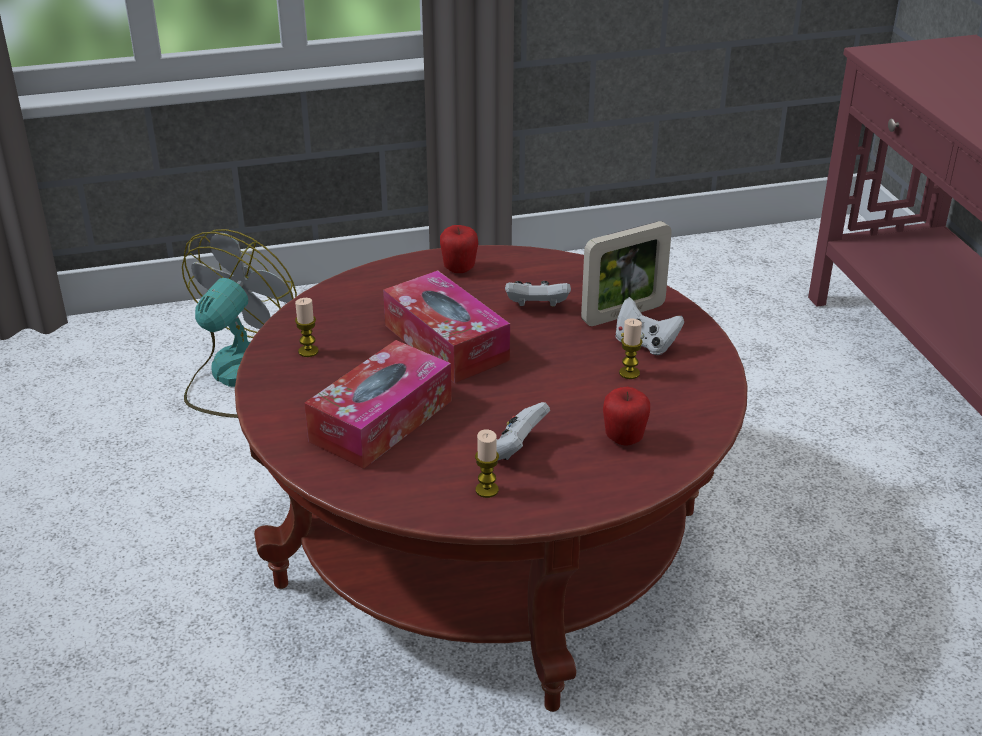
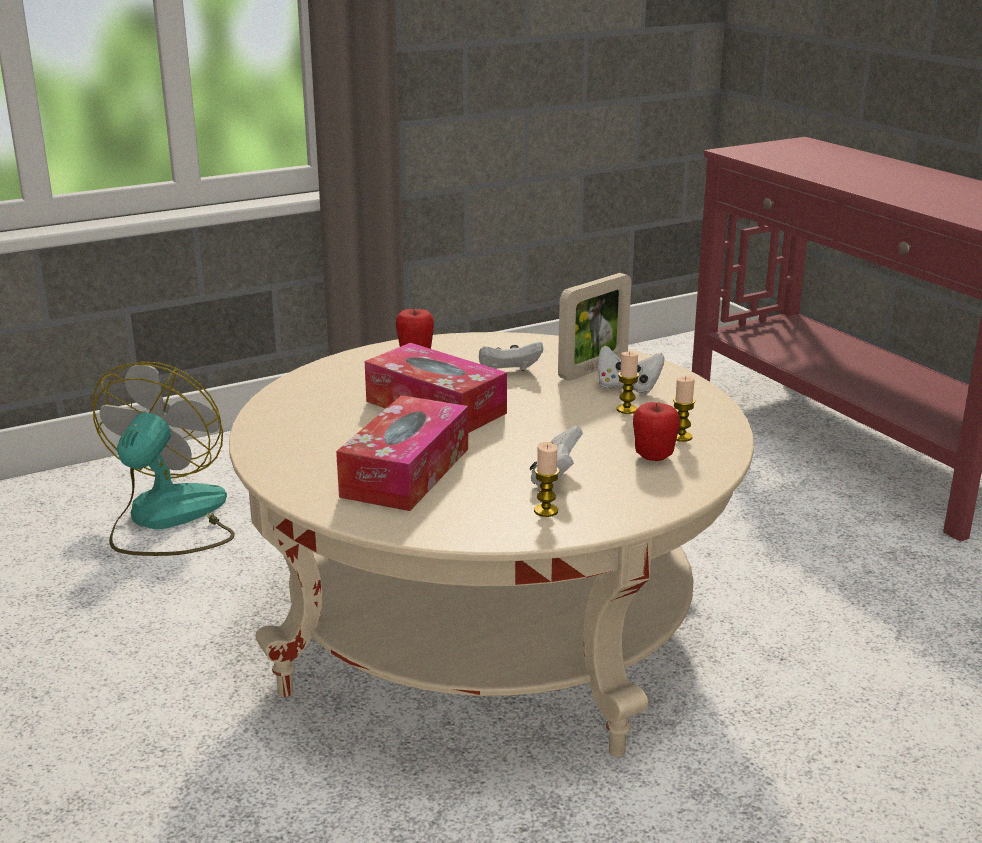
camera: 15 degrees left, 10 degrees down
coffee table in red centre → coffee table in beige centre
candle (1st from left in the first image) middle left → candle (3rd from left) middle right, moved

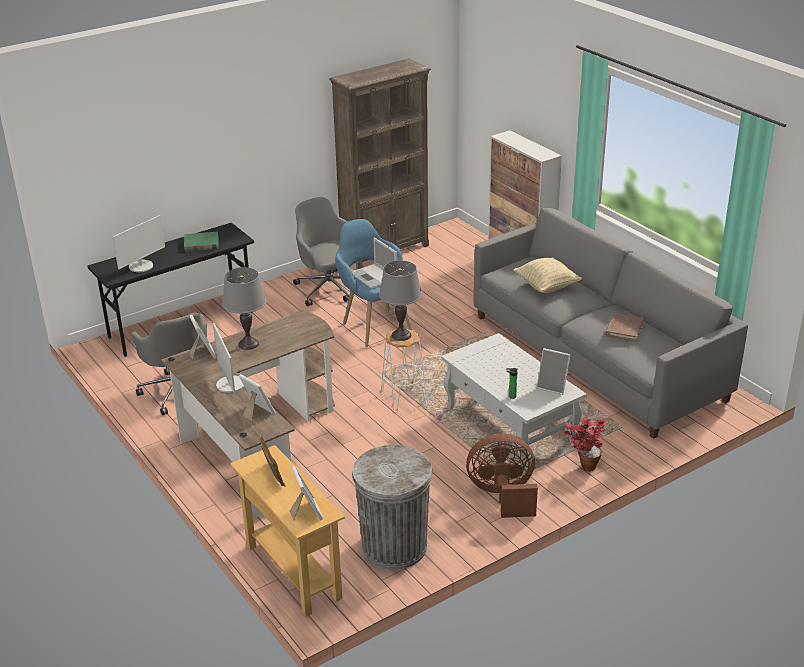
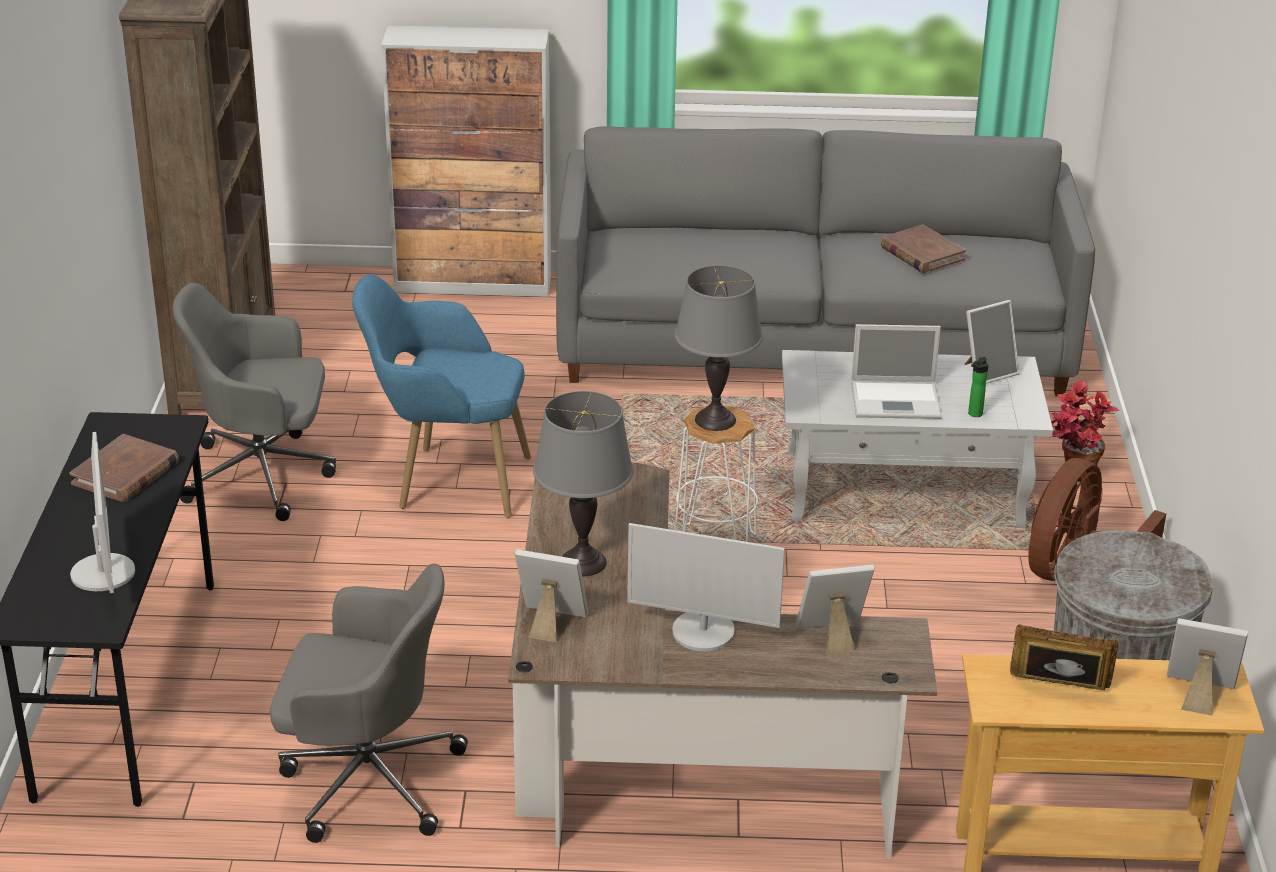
camera: 55 degrees left, 0 degrees up
book in green middle left → book in brown (1st from left) middle left
laptop centre → laptop middle right, moved
pillow in beige middle right → -

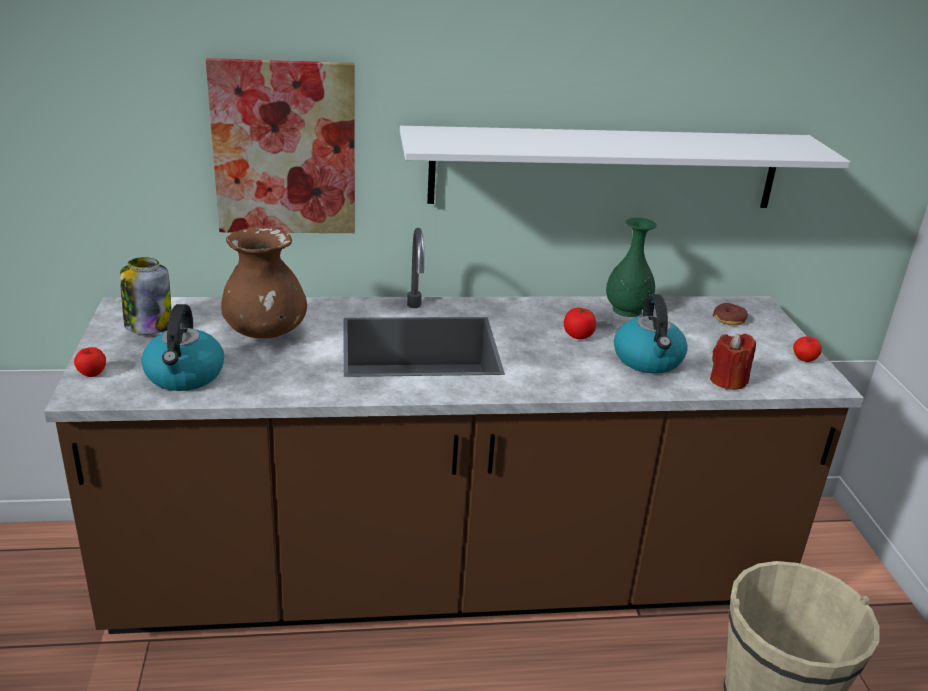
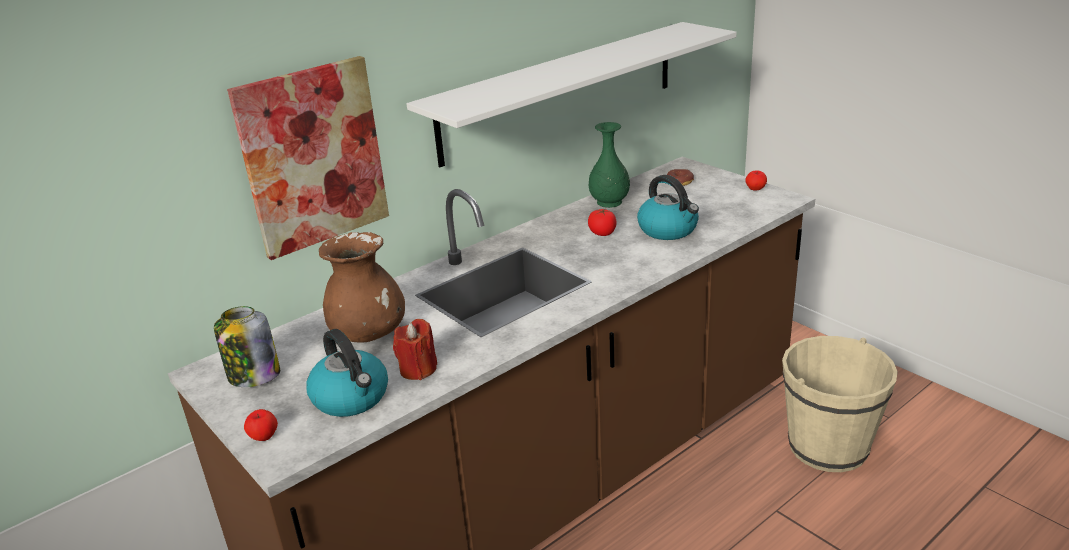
camera: 30 degrees left, 0 degrees up
candle in red middle right → candle in red centre, moved

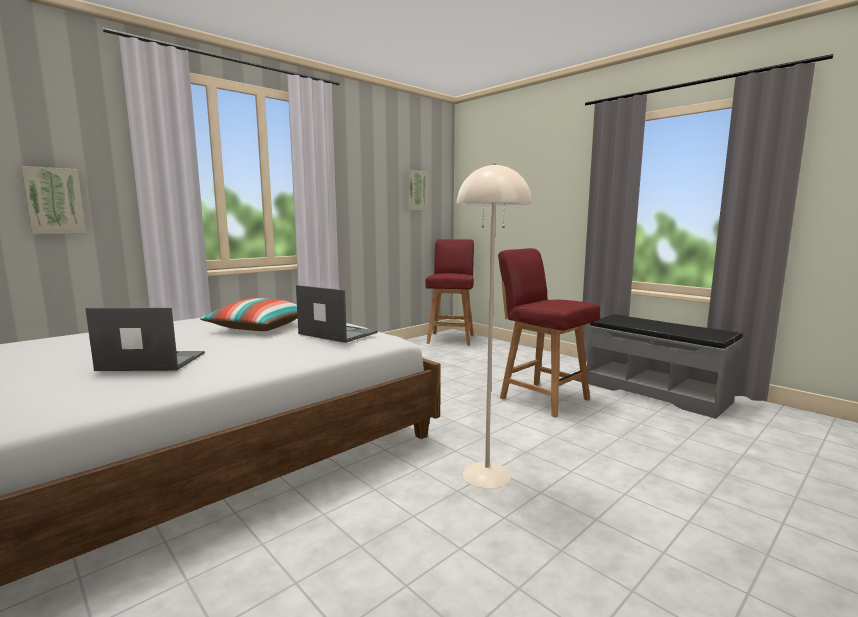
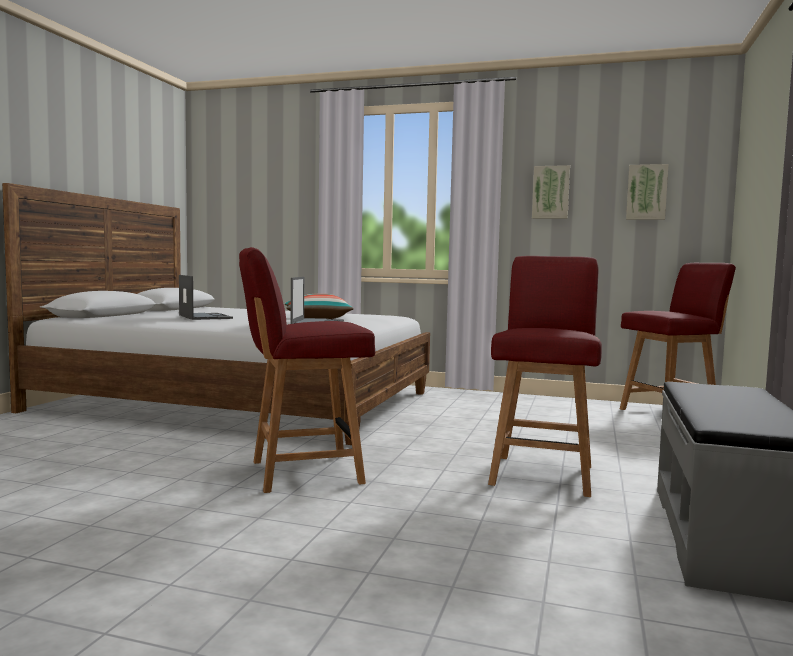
camera: 60 degrees right, 5 degrees down
picture (1st from left) top left → picture (1st from left) top right, moved
floor lamp in beige centre → chair in red (1st from left) centre

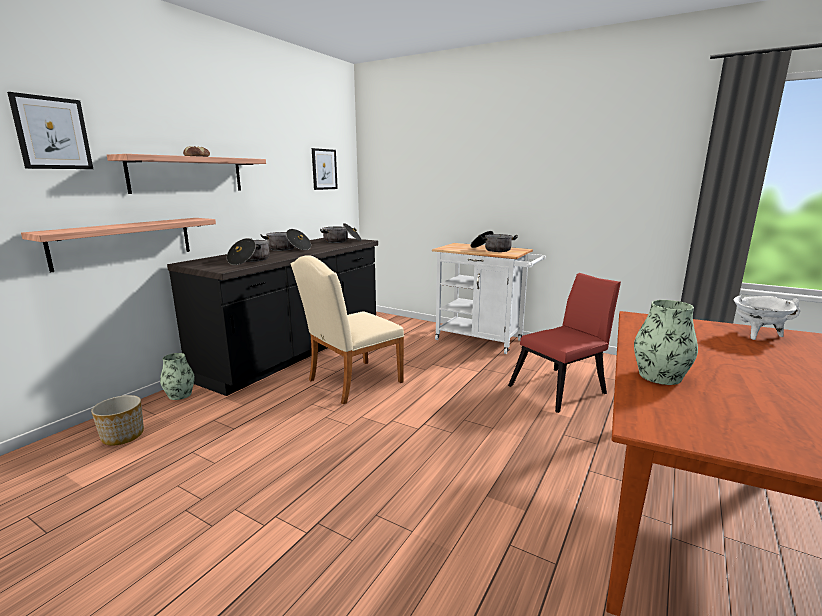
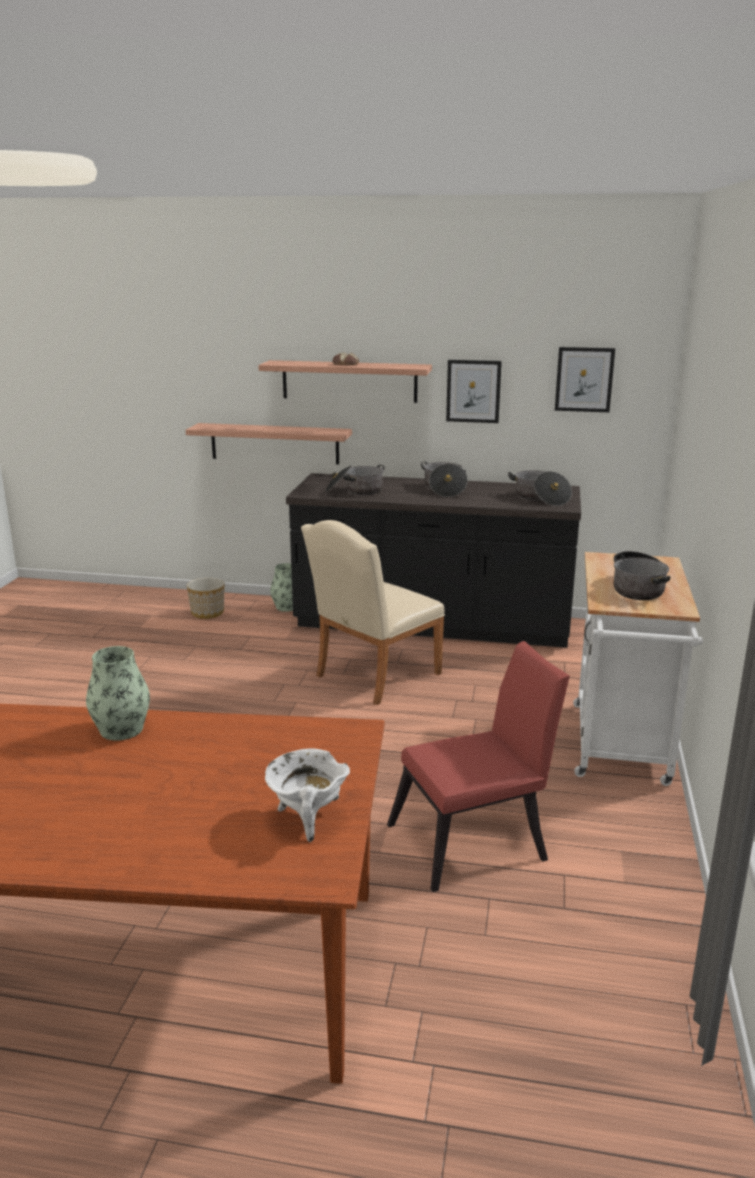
camera: 70 degrees right, 5 degrees up
picture (1st from left) top left → picture (1st from left) top centre, moved
chair in beige centre, 75 degrees counterclockwise
chair in red middle right → chair in red centre, 60 degrees counterclockwise

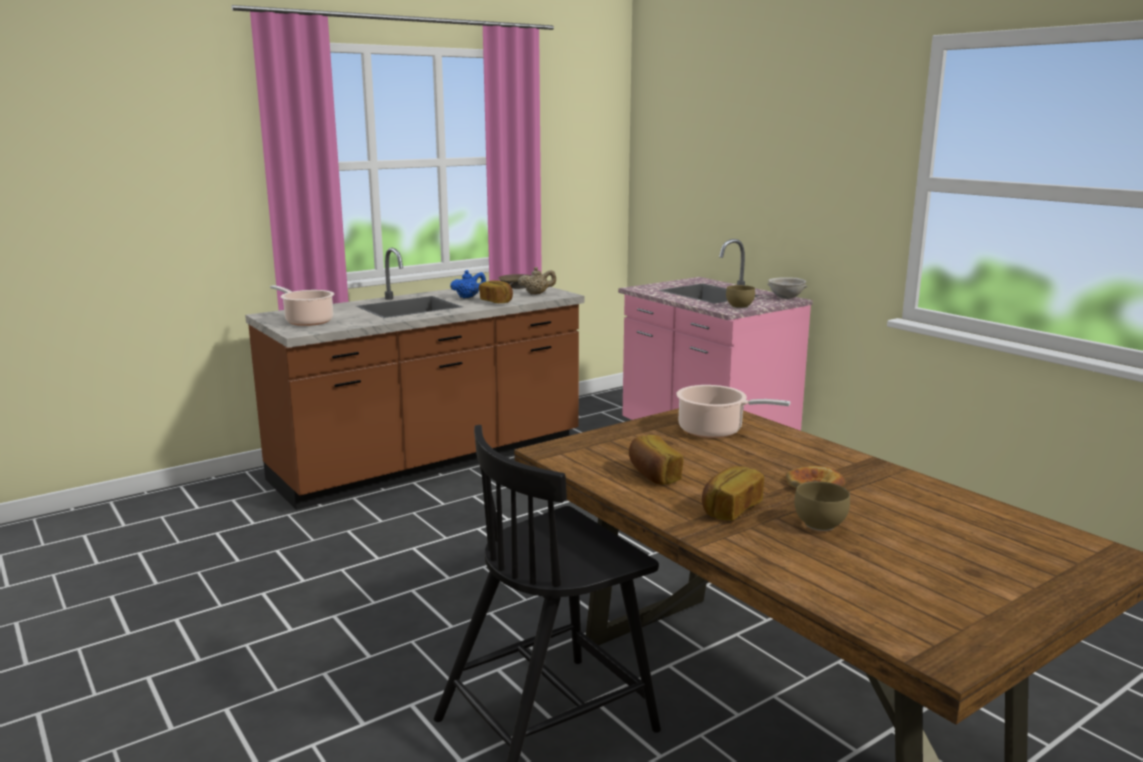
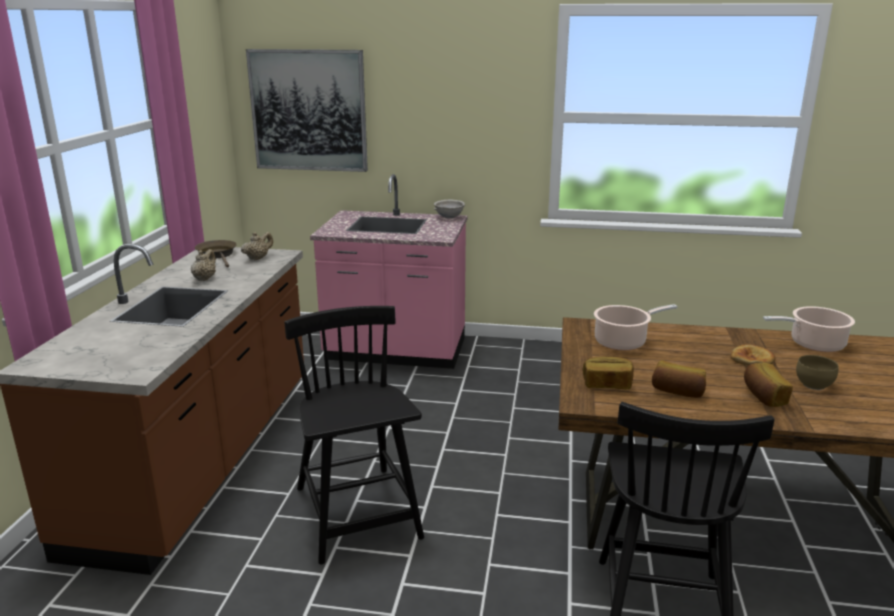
camera: 45 degrees left, 5 degrees up
cooking pot (1st from left in the first image) middle left → cooking pot (2nd from left) middle right, moved
teapot in blue centre → teapot in beige (1st from left) middle left
bread (1st from left) centre → bread (1st from left) middle right, moved
bowl in brown (1st from left) centre → -
- → picture top centre
- → chair in black (1st from left) bottom centre

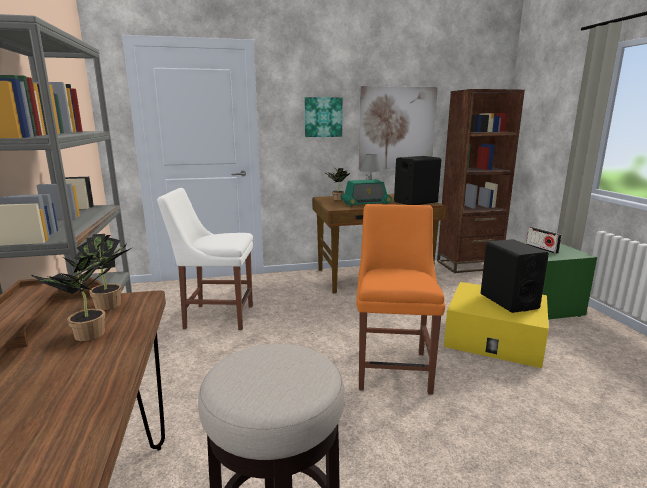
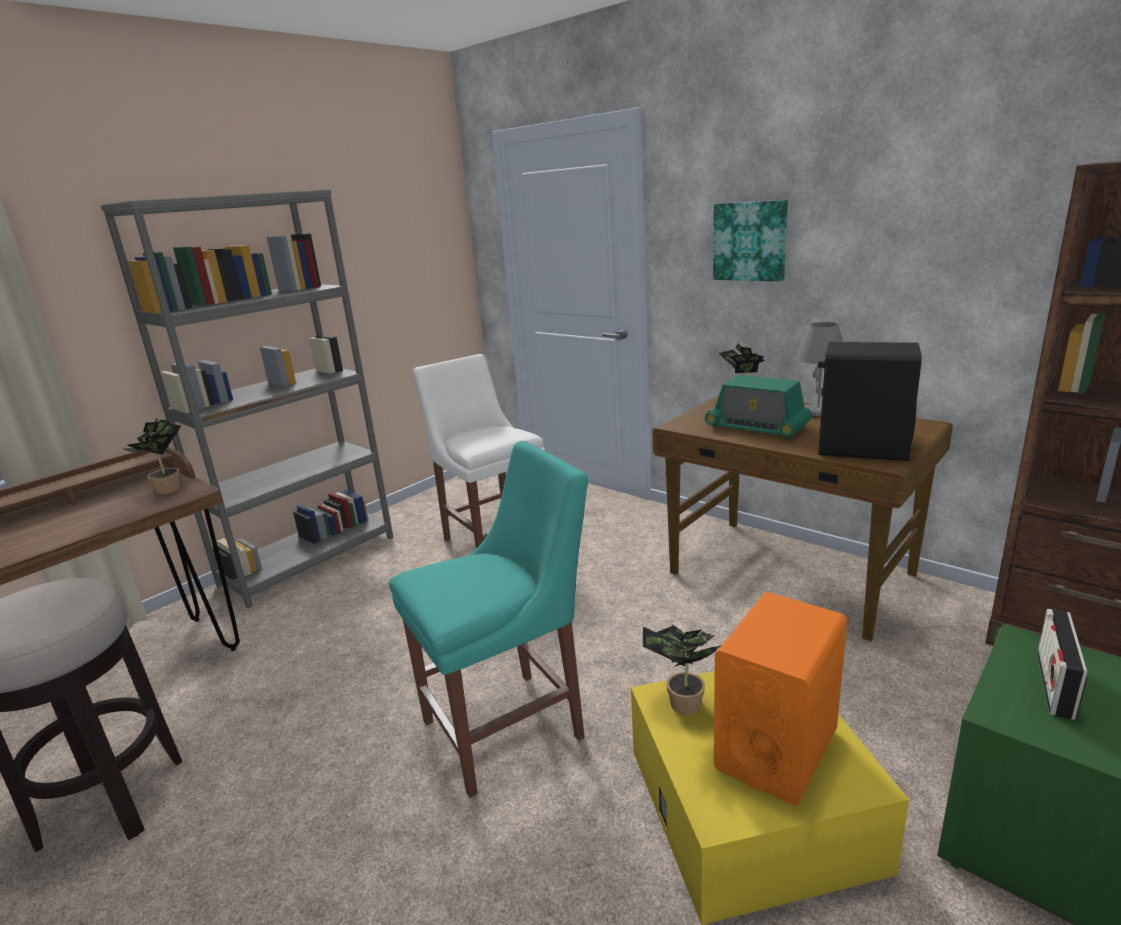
camera: 55 degrees right, 5 degrees up
potted plant (1st from left in the first image) middle left → potted plant (2nd from left) bottom centre, moved
chair in orange centre → chair in turquoise bottom centre
picture (2nd from left) top centre → -
speaker in black (2nd from left) middle right → speaker in orange bottom right

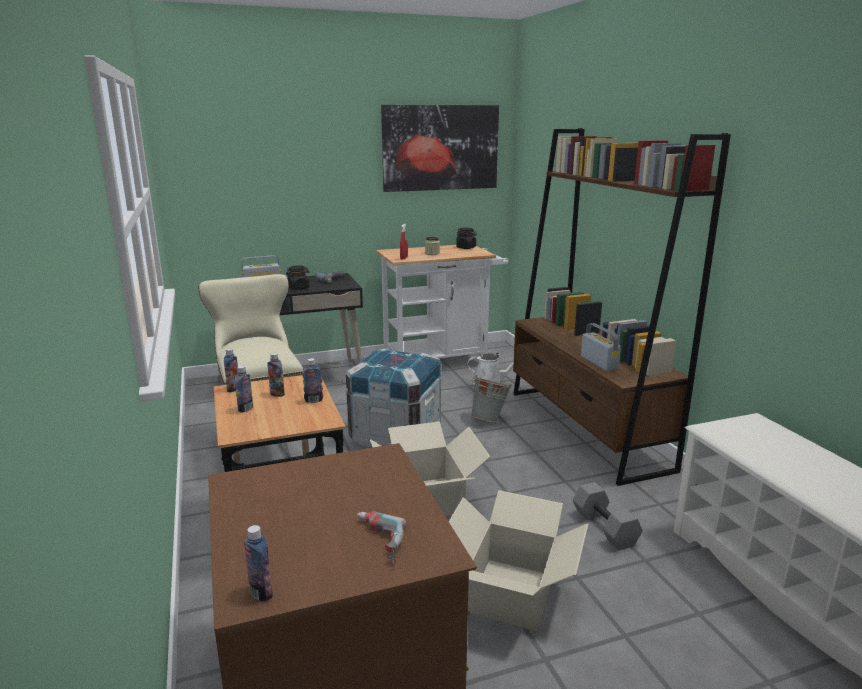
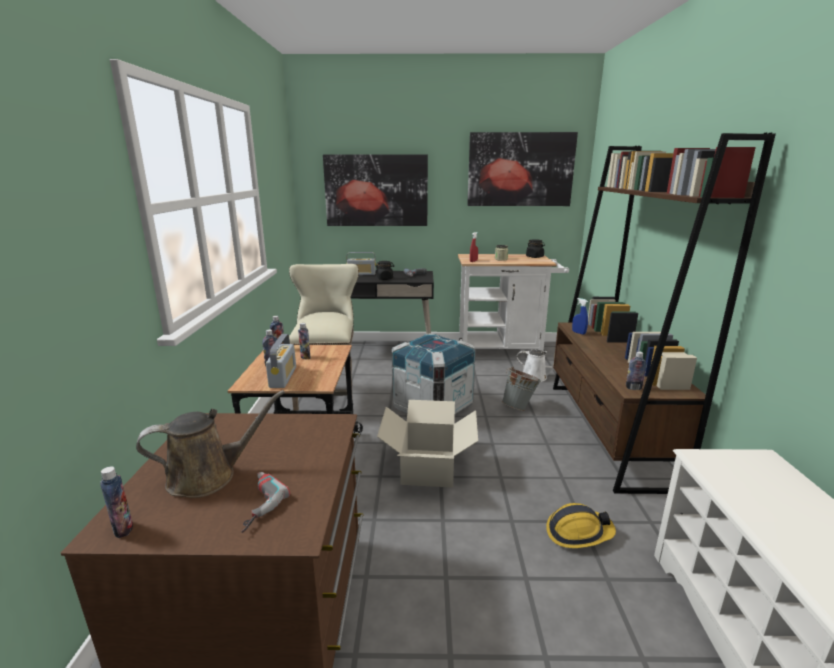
camera: 20 degrees right, 0 degrees up
bottle (5th from left) centre → bottle (5th from left) middle right, moved
cardboard box (2nd from left) bottom centre → -
dumbbell in grey bottom right → hard hat bottom right
radio (2nd from left in the first image) middle right → radio (1st from left) centre, moved
- → watering can in brown middle left
- → picture (1st from left) top centre
- → spray bottle in blue middle right

